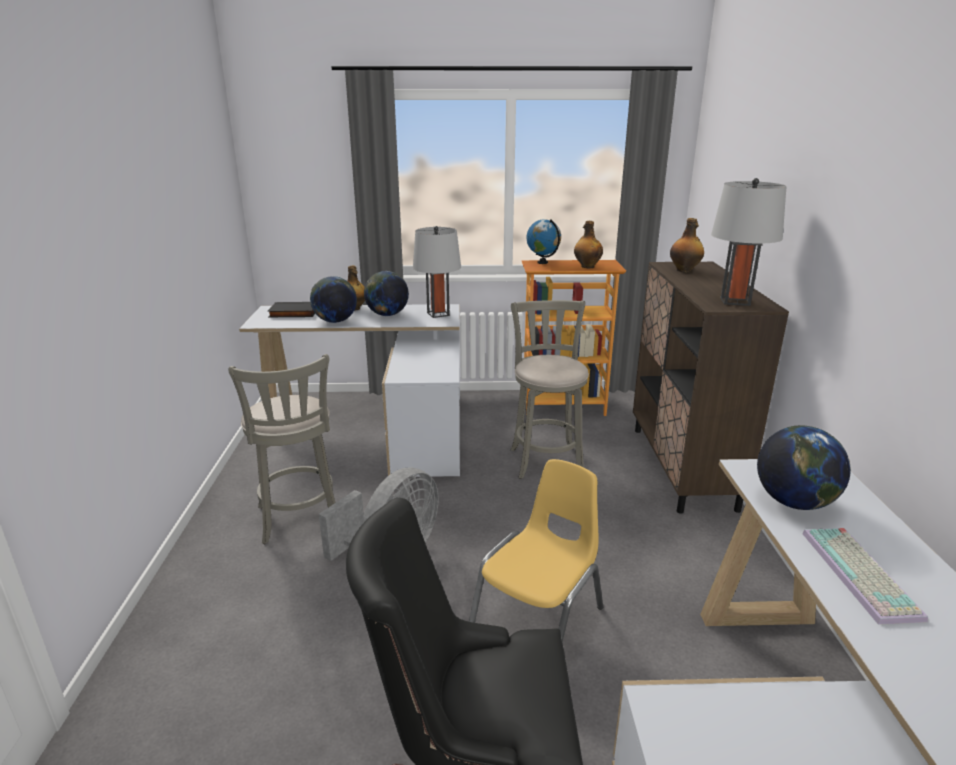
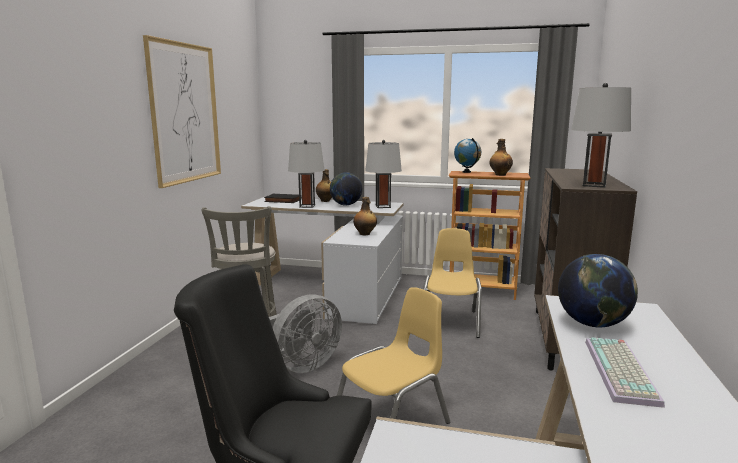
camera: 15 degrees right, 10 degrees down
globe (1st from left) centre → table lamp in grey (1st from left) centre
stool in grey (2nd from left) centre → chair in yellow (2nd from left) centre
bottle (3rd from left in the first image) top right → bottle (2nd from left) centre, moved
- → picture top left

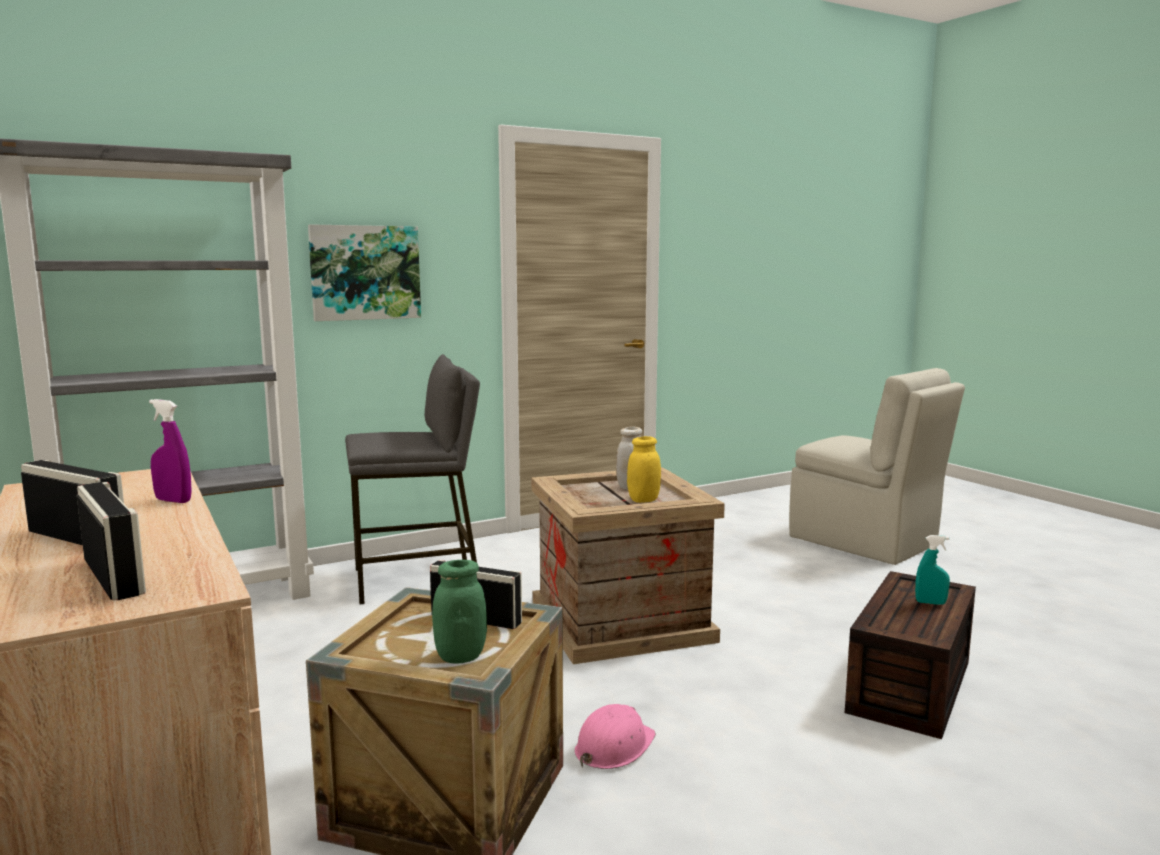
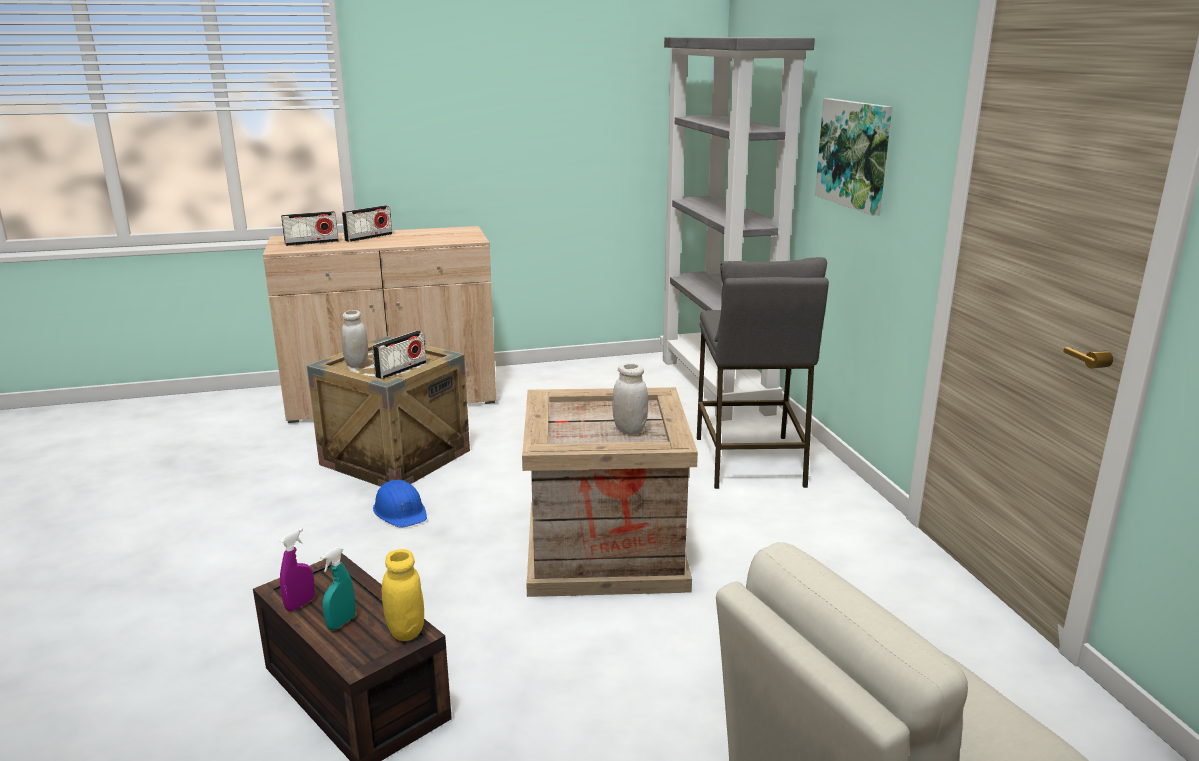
camera: 105 degrees right, 10 degrees up
spray bottle in purple middle left → spray bottle in purple bottom left, moved
jar in green bottom centre → jar in white (1st from left) middle left
hard hat in pink bottom centre → hard hat in blue centre
jar in yellow centre → jar in yellow bottom centre, moved

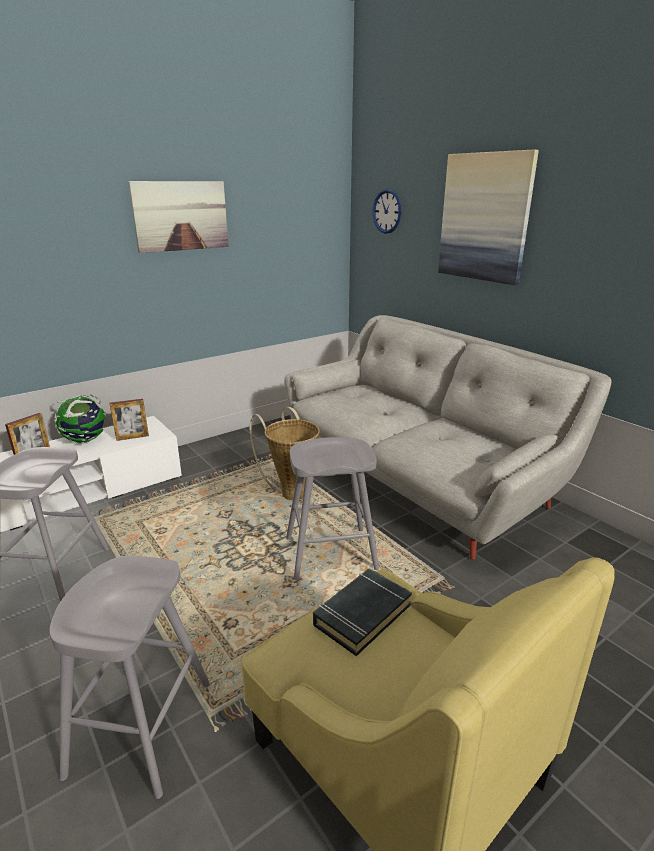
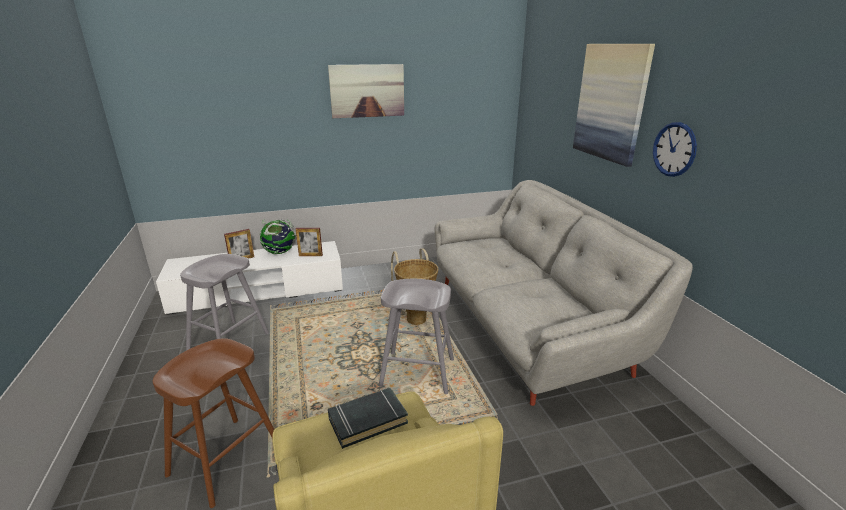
camera: 20 degrees right, 0 degrees up
stool in grey (2nd from left) bottom left → stool in brown bottom left
wall clock top centre → wall clock top right, moved

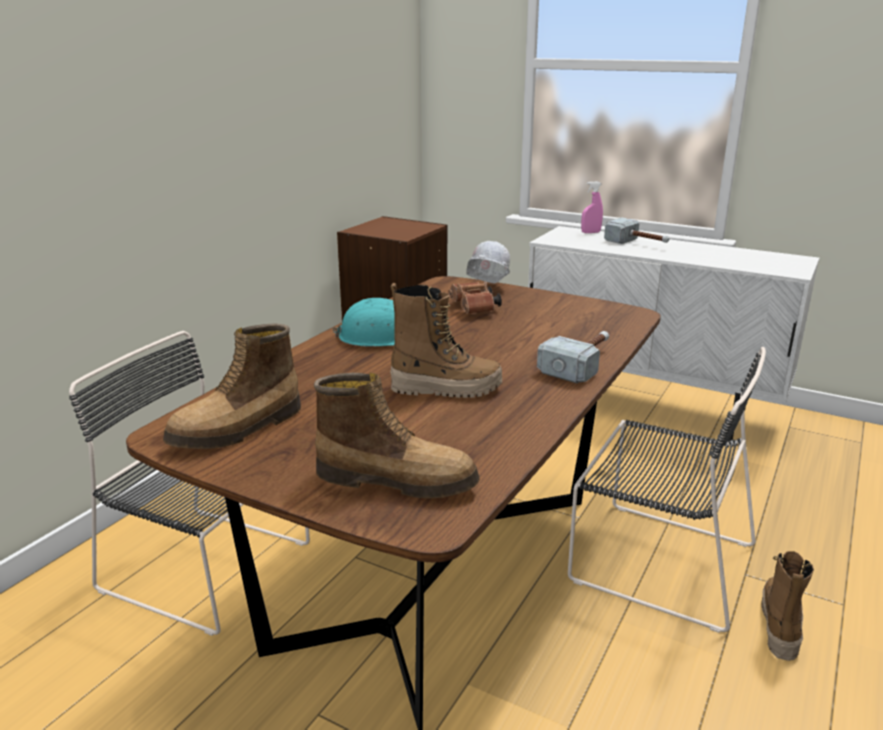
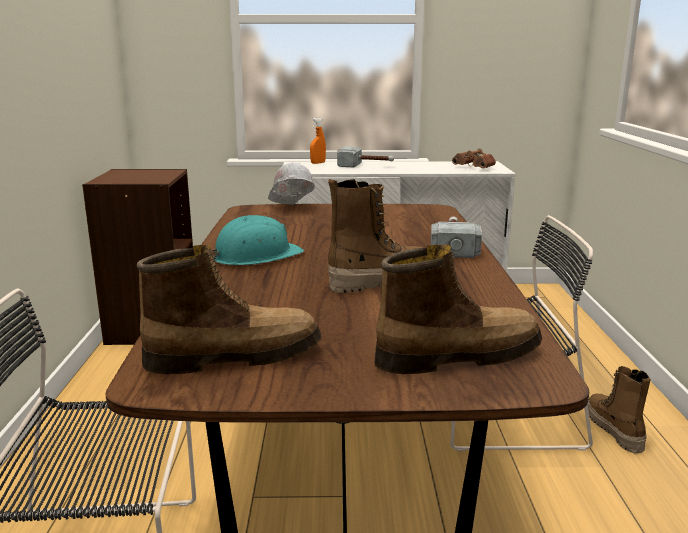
camera: 30 degrees left, 5 degrees down
boot (1st from left) middle left, 120 degrees counterclockwise
binoculars in brown centre → binoculars in brown top right, moved
spray bottle in pink top right → spray bottle in orange top centre

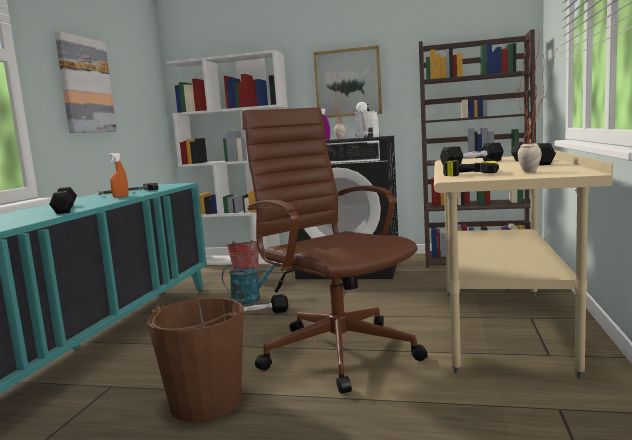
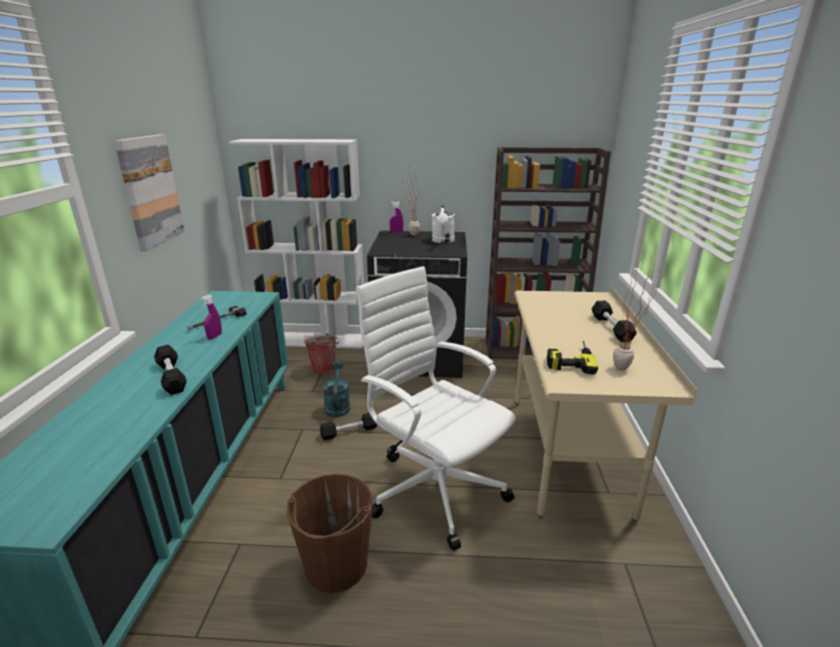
camera: 10 degrees left, 15 degrees up
spray bottle in orange middle left → spray bottle in purple (1st from left) middle left
watering can in turquoise centre, 60 degrees counterclockwise
office chair in brown centre → office chair in white centre
picture (2nd from left) top centre → -
dumbbell in black (3rd from left) middle right → -

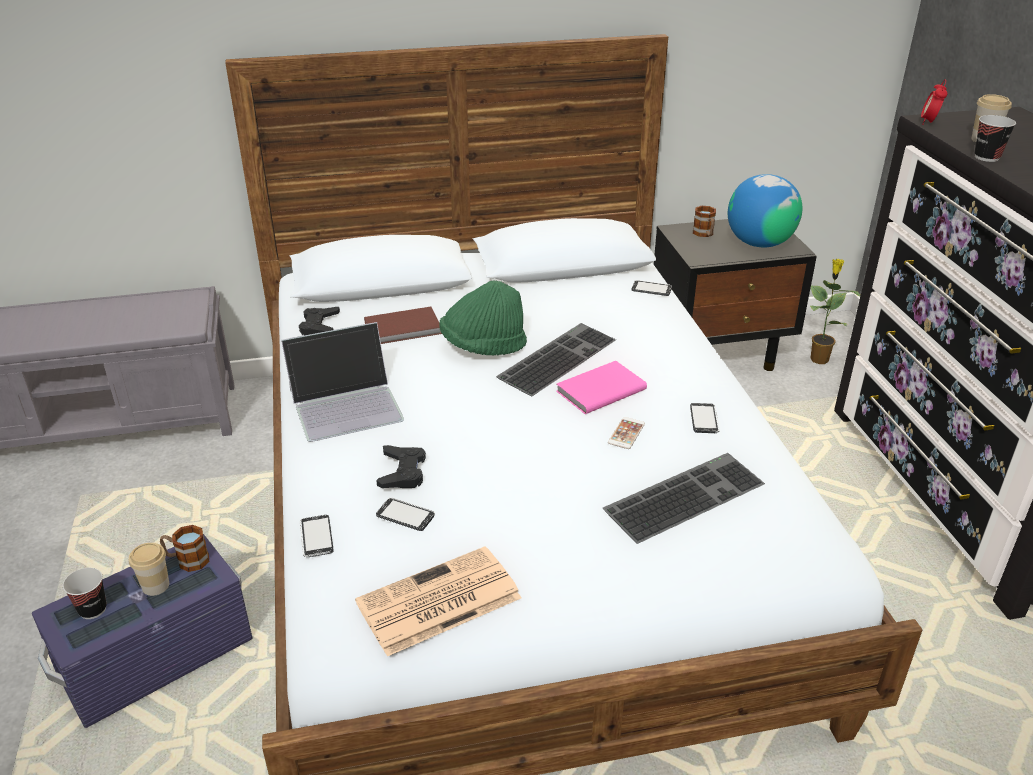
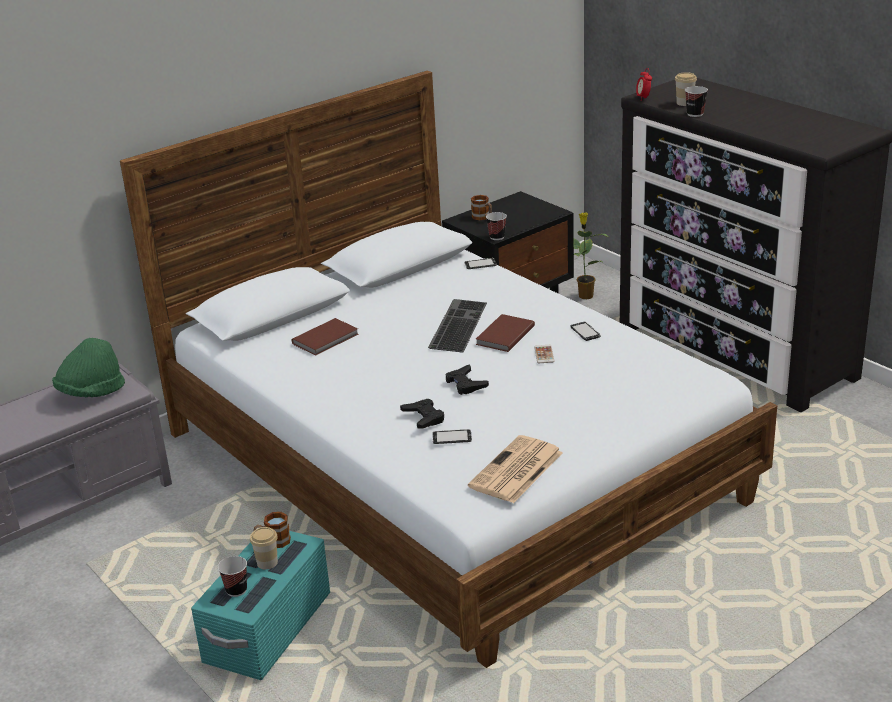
camera: 25 degrees left, 5 degrees down
storage box in purple bottom left → storage box in turquoise bottom left
laptop middle left → -
game controller in black (1st from left in the first image) middle left → game controller in black (2nd from left) centre, moved
phone (1st from left) bottom left → -
hat in green centre → hat in green middle left, moved
book in pink centre → book in brown (2nd from left) centre
keyboard (2nd from left) centre → -
globe top right → -
- → cup (3rd from left) top centre

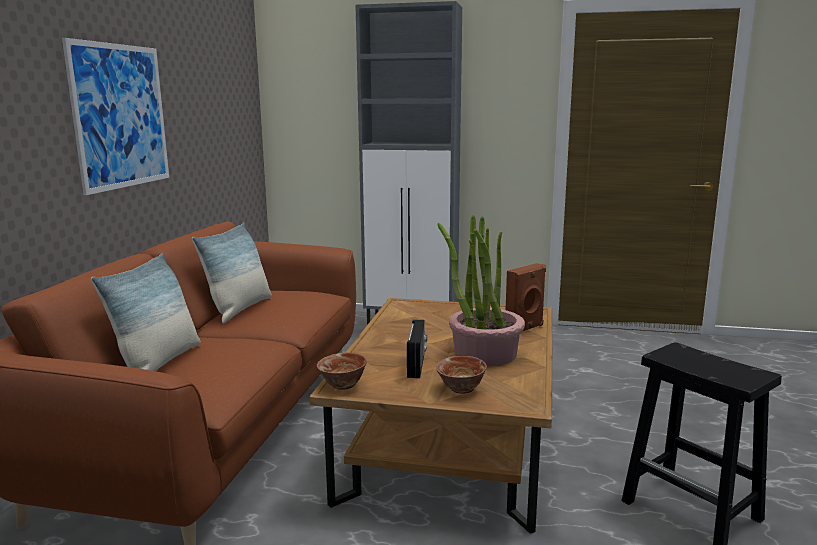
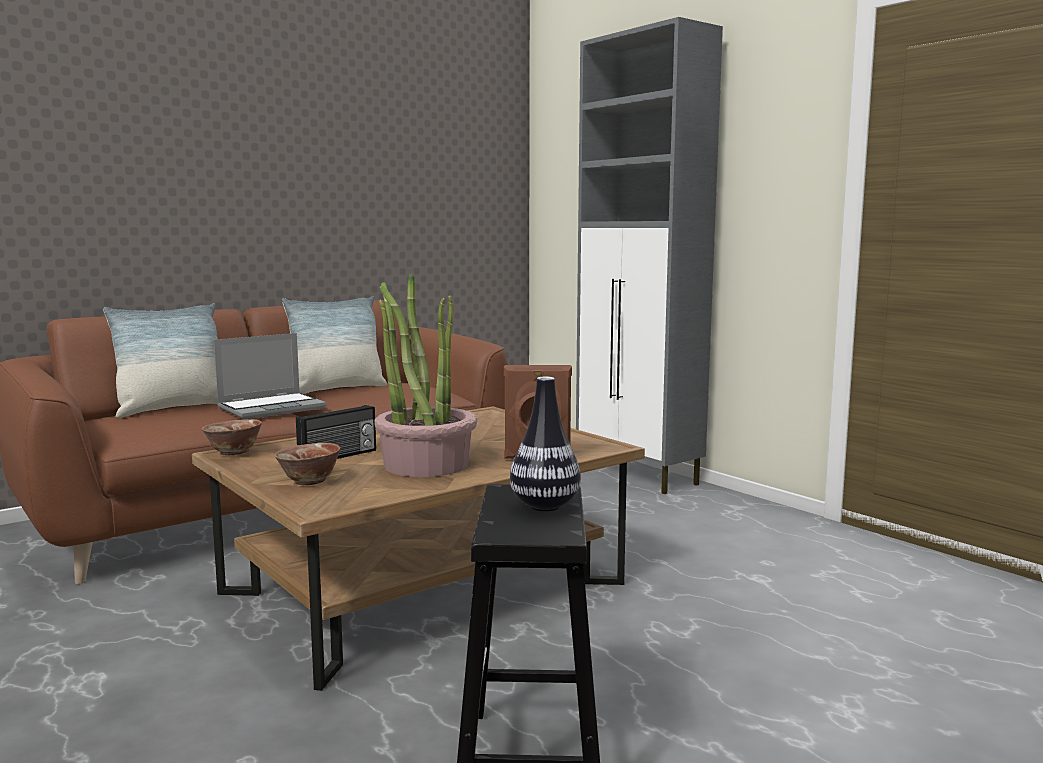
camera: 40 degrees right, 5 degrees down
picture top left → -
- → laptop middle left
- → vase centre

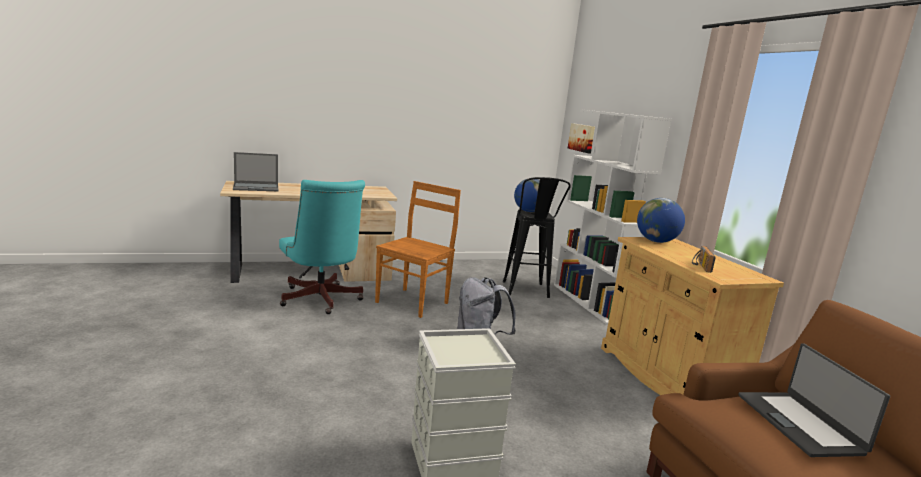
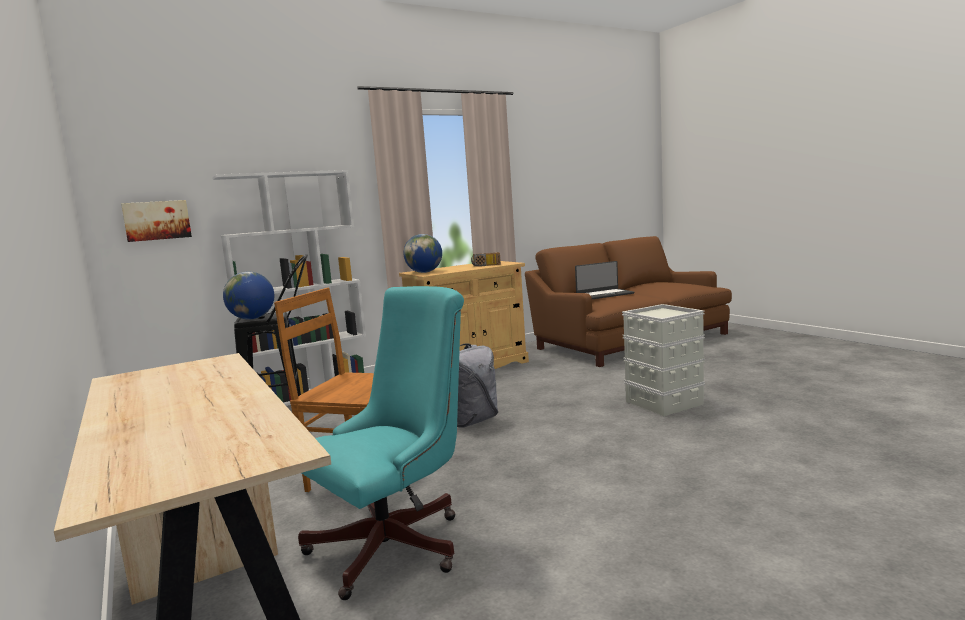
camera: 100 degrees left, 5 degrees down
laptop (1st from left) middle left → -

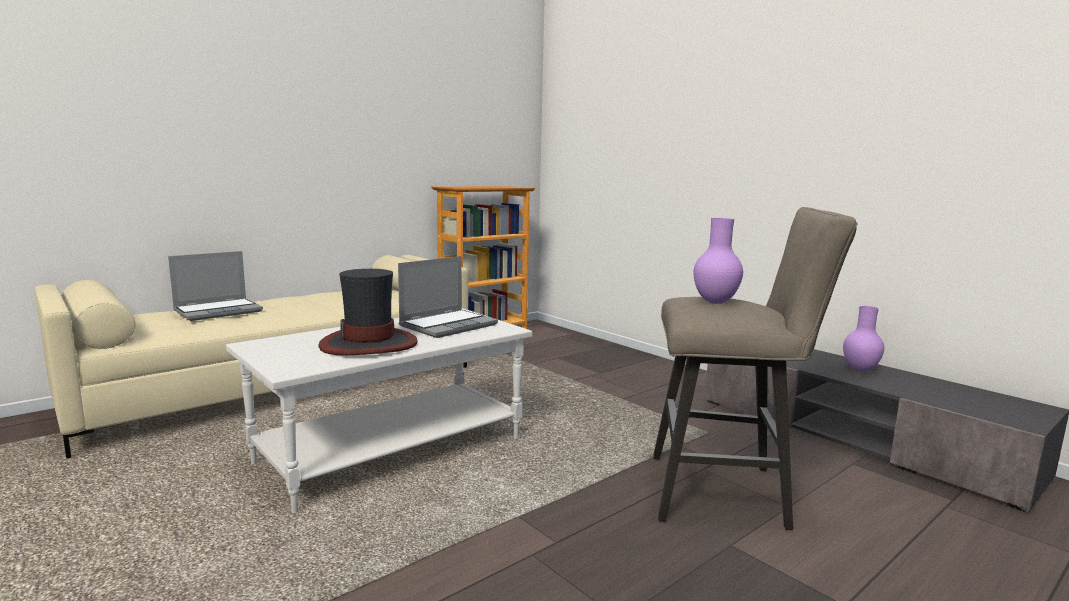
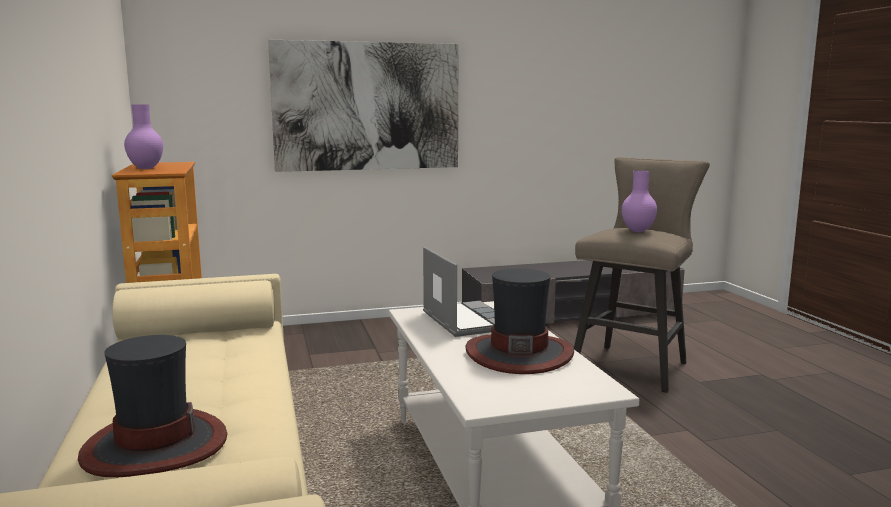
camera: 65 degrees left, 0 degrees up
laptop (1st from left) middle left → hat (1st from left) bottom left
vase in purple (2nd from left in the first image) middle right → vase in purple (1st from left) top left, moved
- → picture top centre

